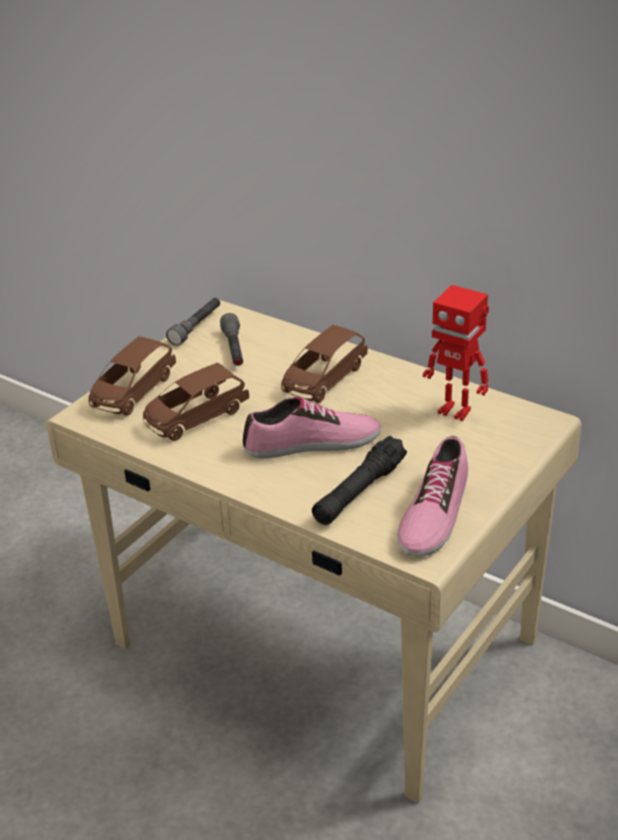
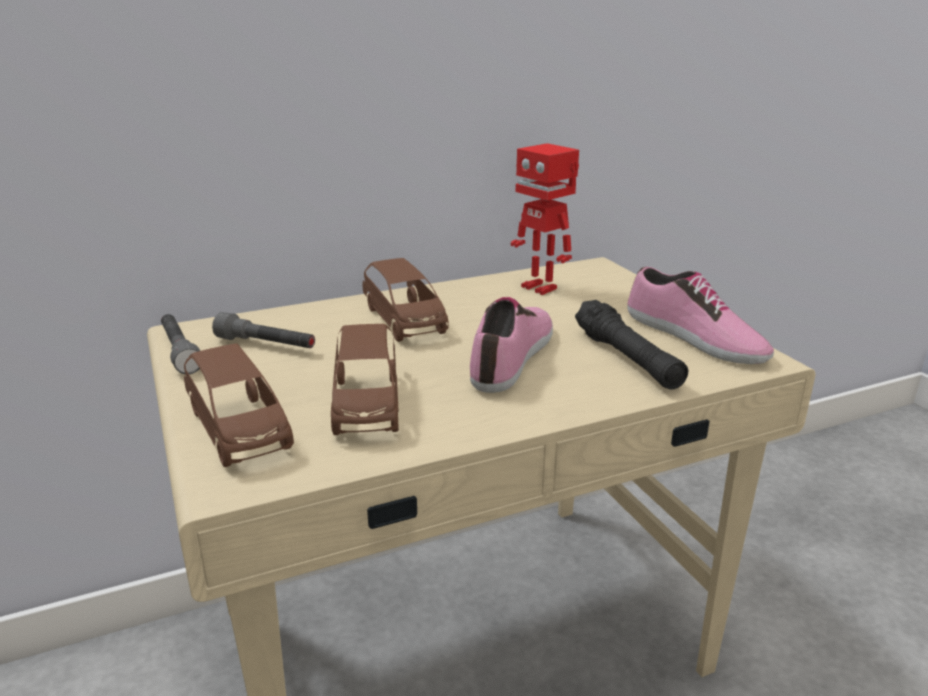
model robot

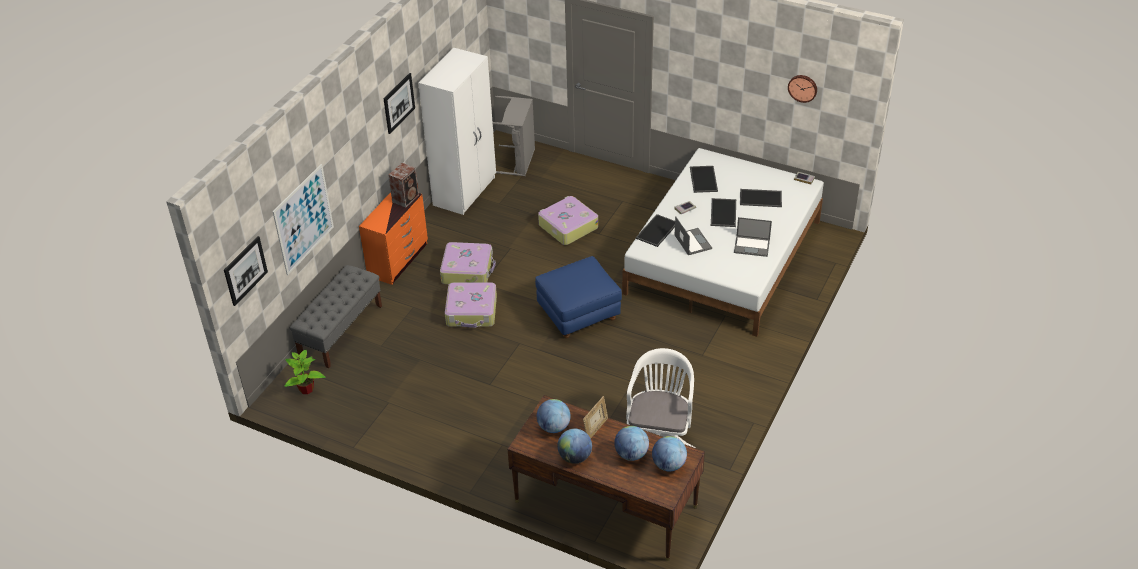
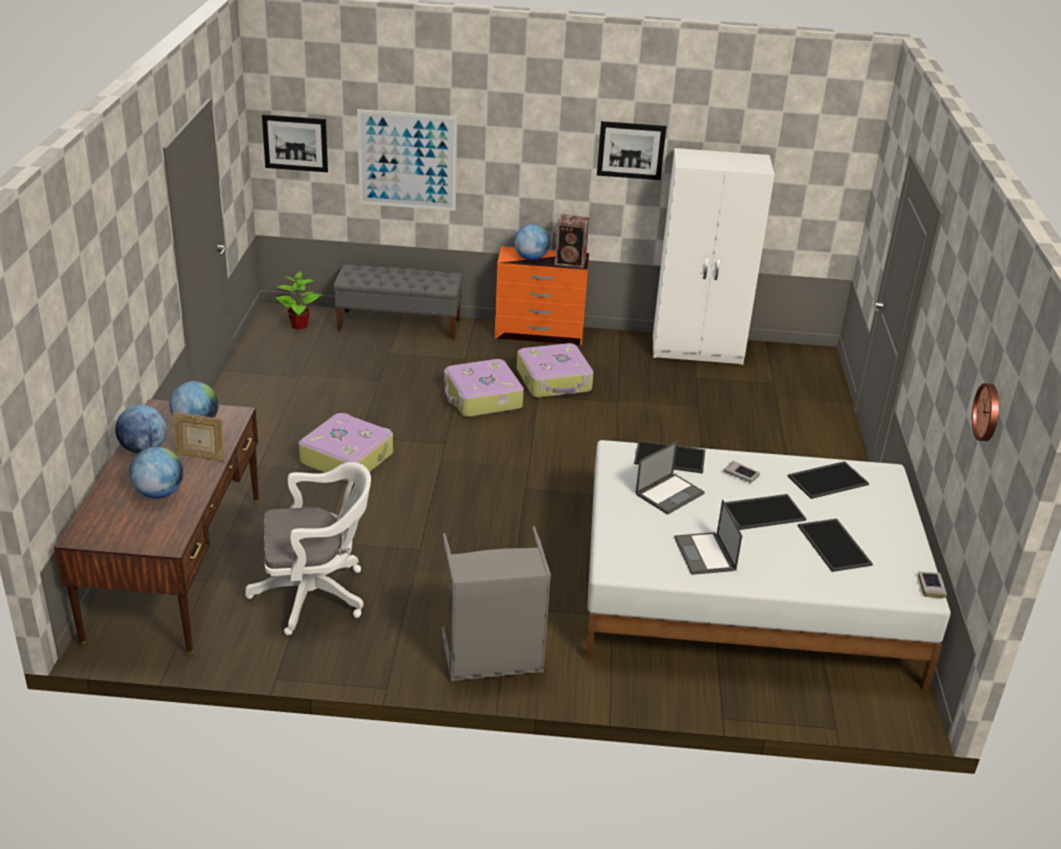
greyish washing basket; suitcase (no. 1 from left); bluish footrest; desk globe (no. 4 from left)

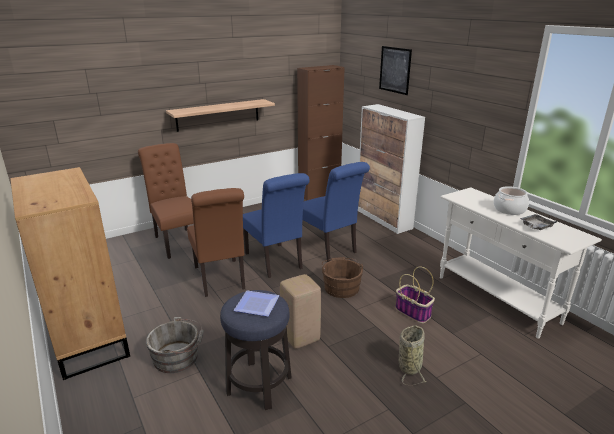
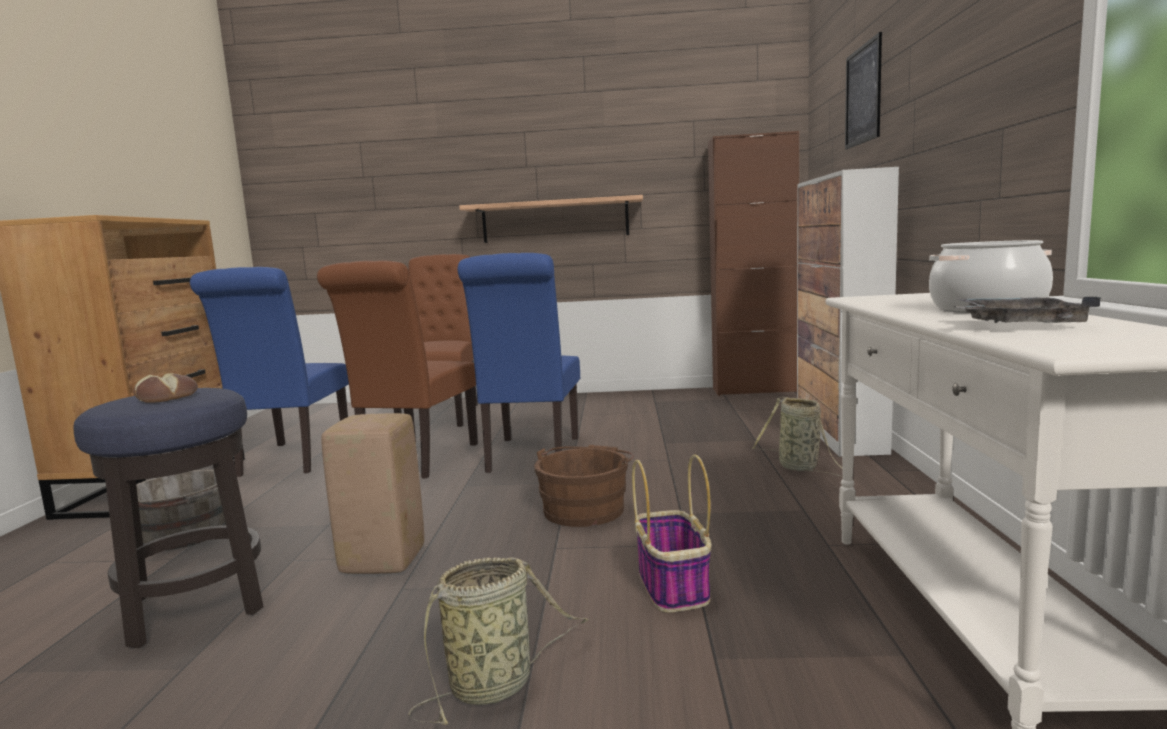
bluish chair (no. 1 from left); baked bread; storage basket (no. 3 from left)

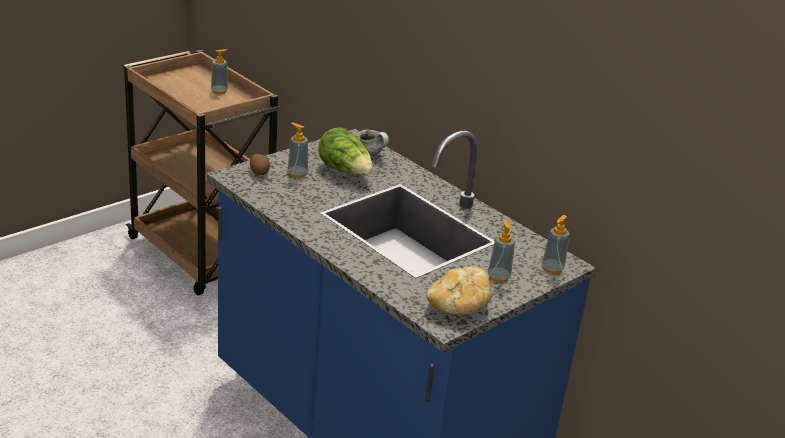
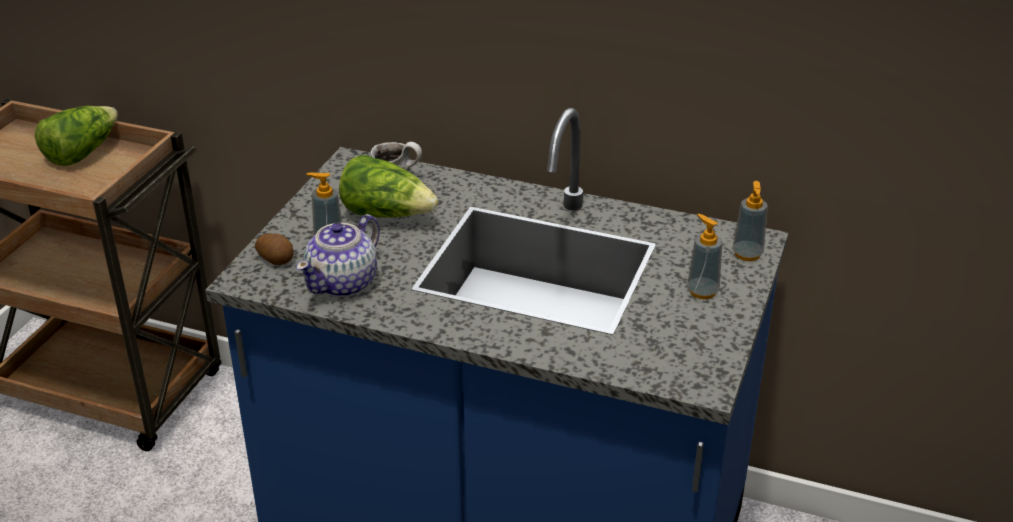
lettuce (no. 1 from left); baked bread; tea pot

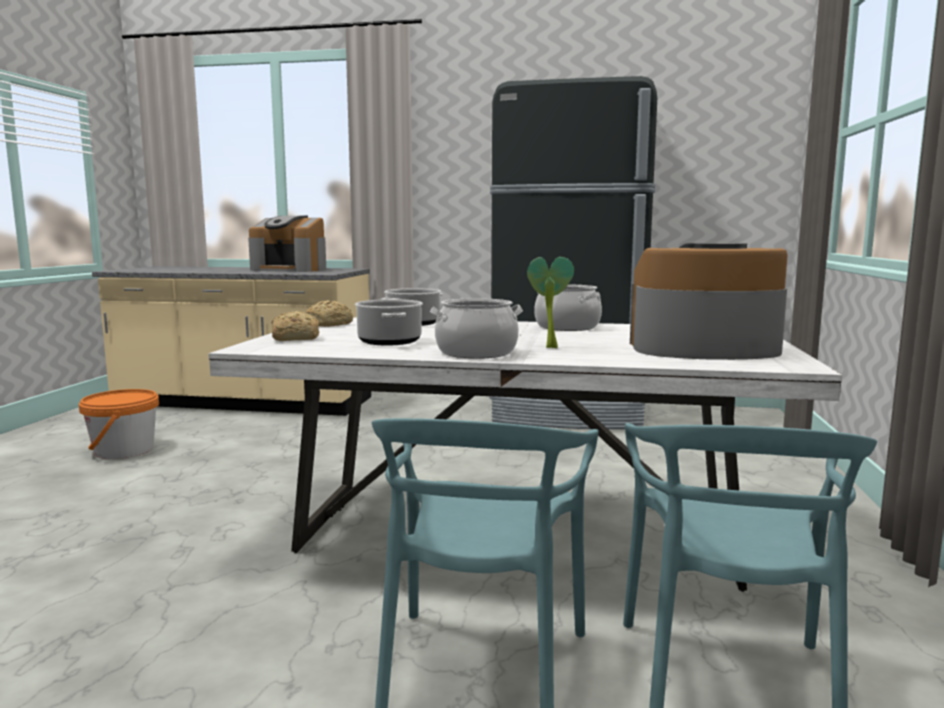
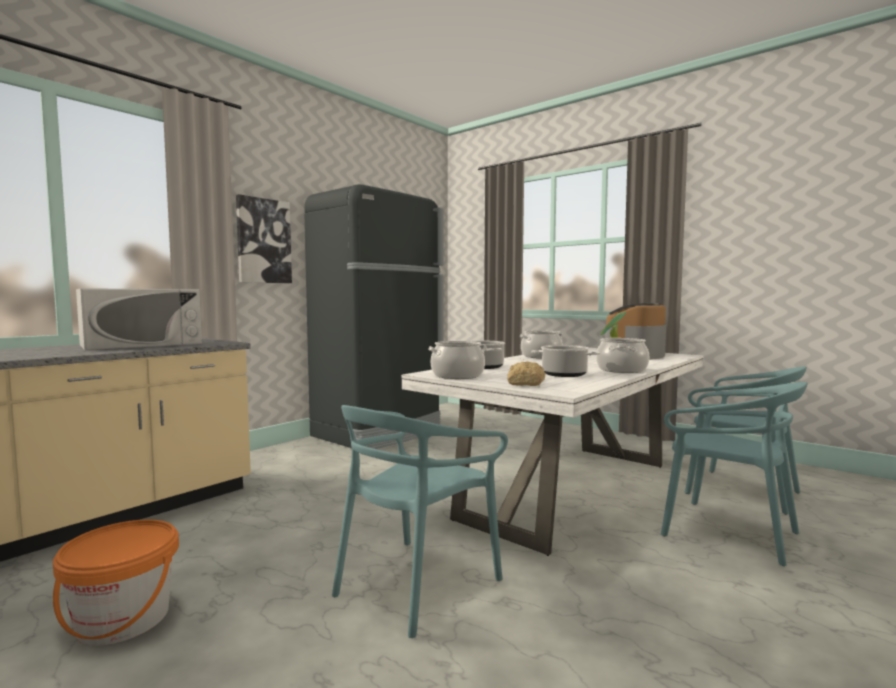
white-coloured kitchen microwave; stockpot (no. 1 from left); wall picture; turquoise chair (no. 1 from left)

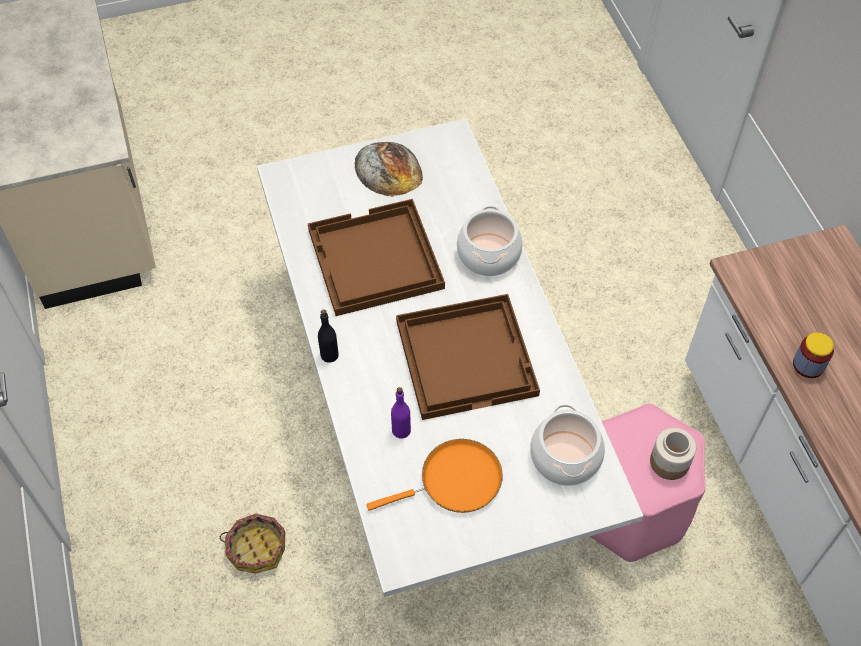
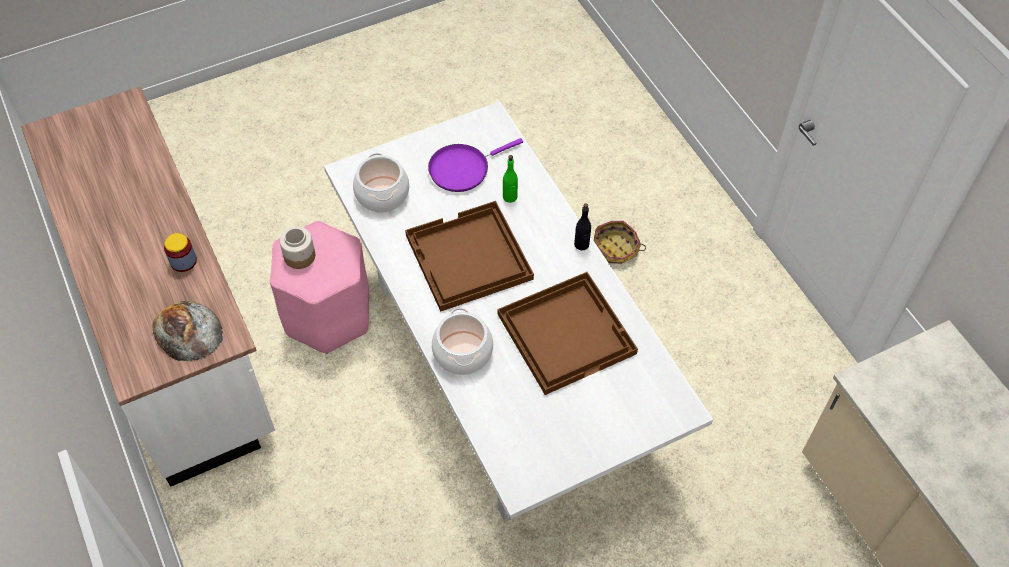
baked bread; green beverage bottle; purple-coloured frying pan

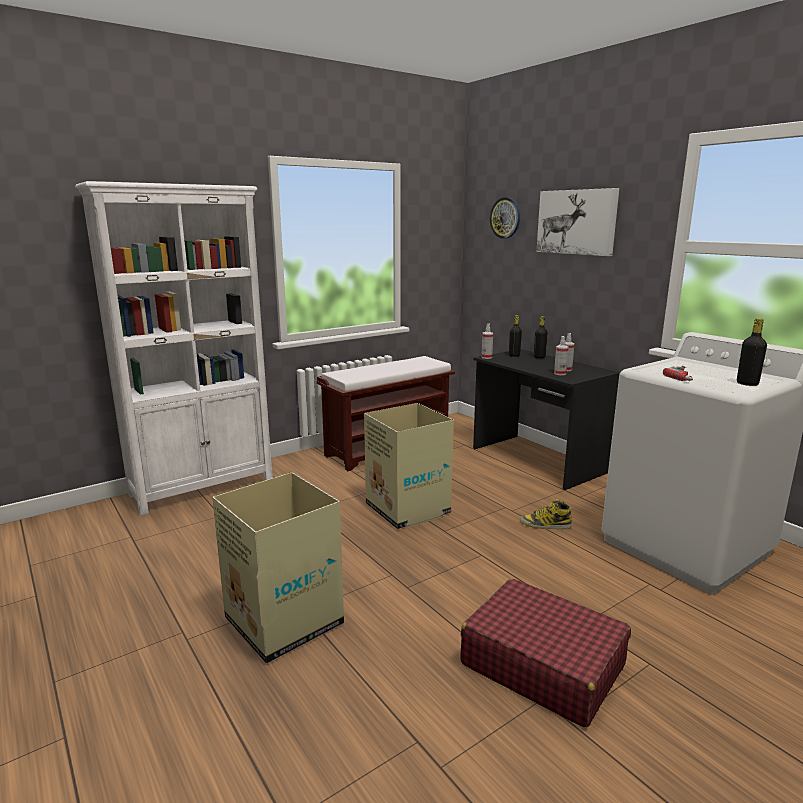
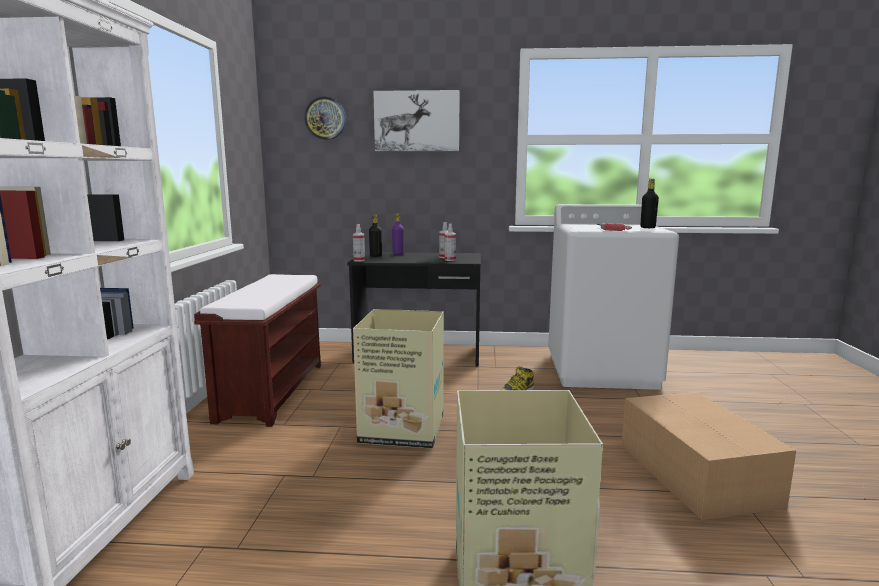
purple-coloured beverage bottle; packing box (no. 3 from left)

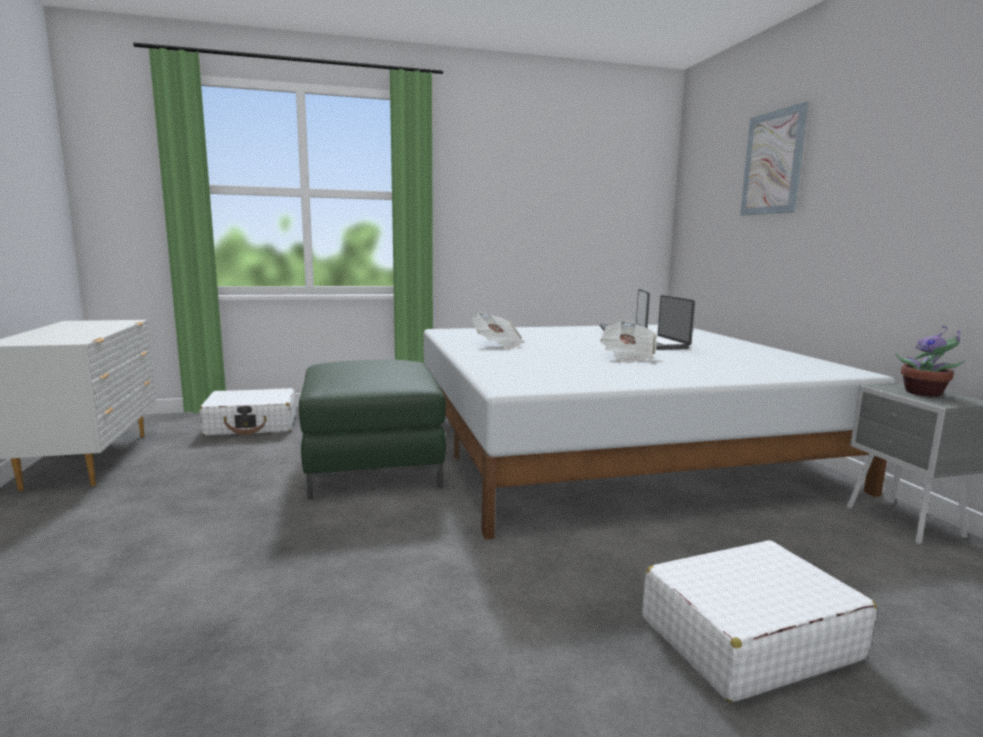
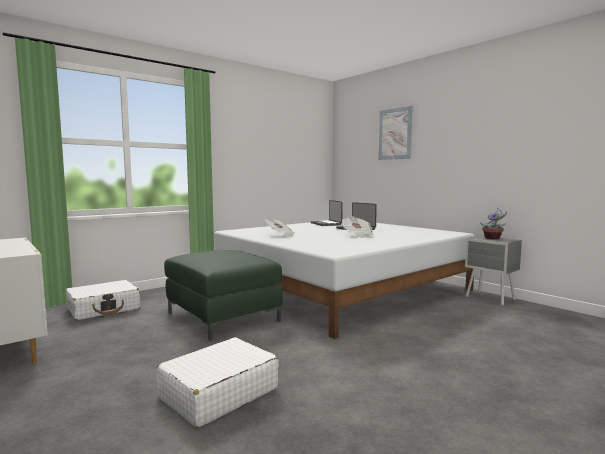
white-coloured suitcase (no. 2 from left)

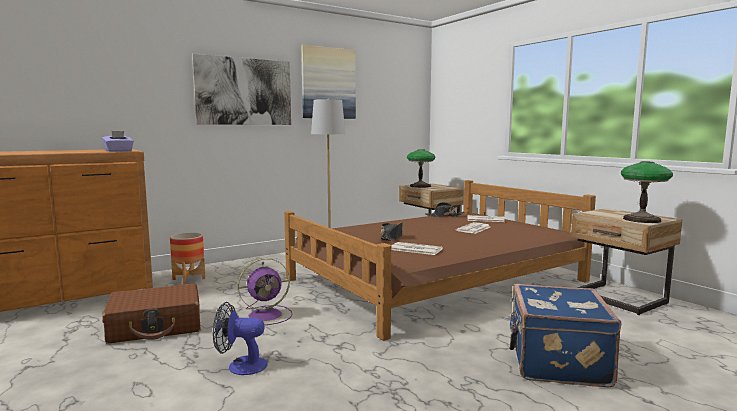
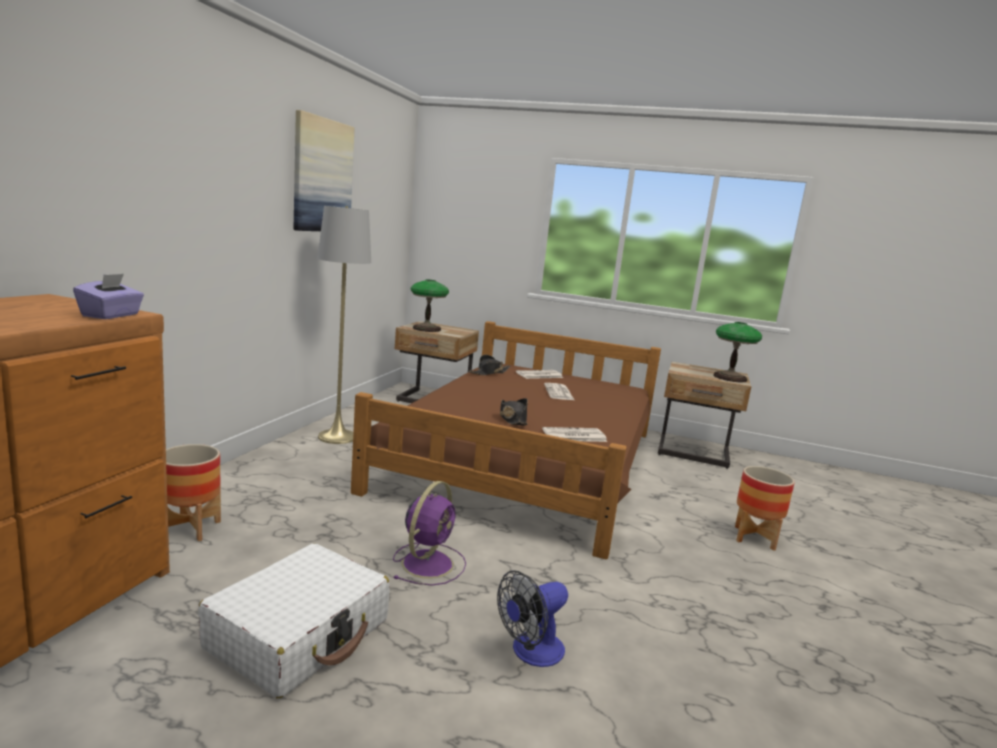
wall picture (no. 1 from left in the first image); white-coloured suitcase; plant pot (no. 2 from left)

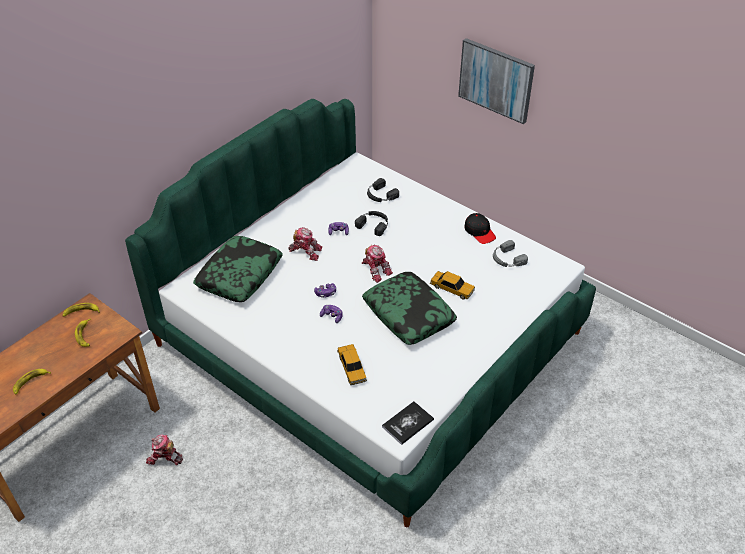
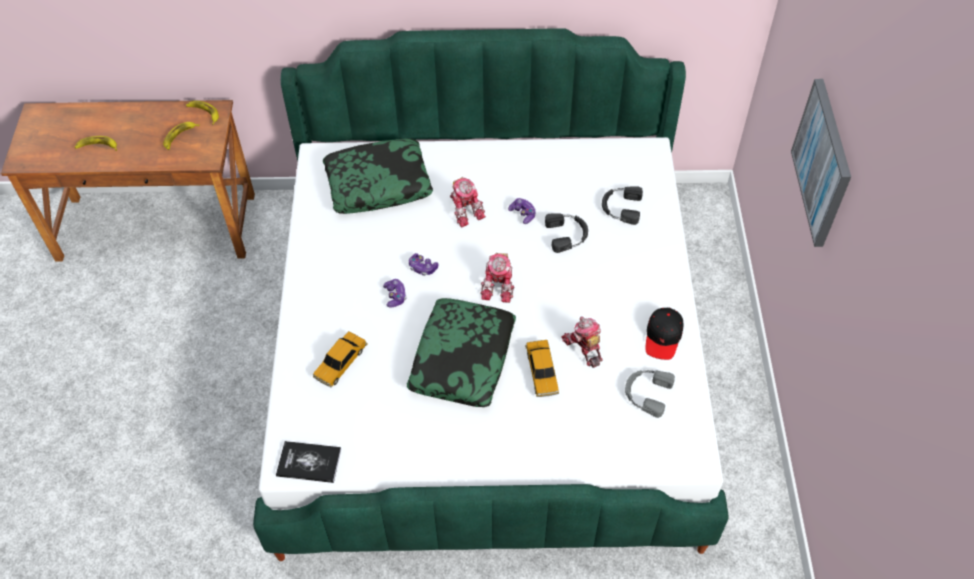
model robot (no. 3 from left)

